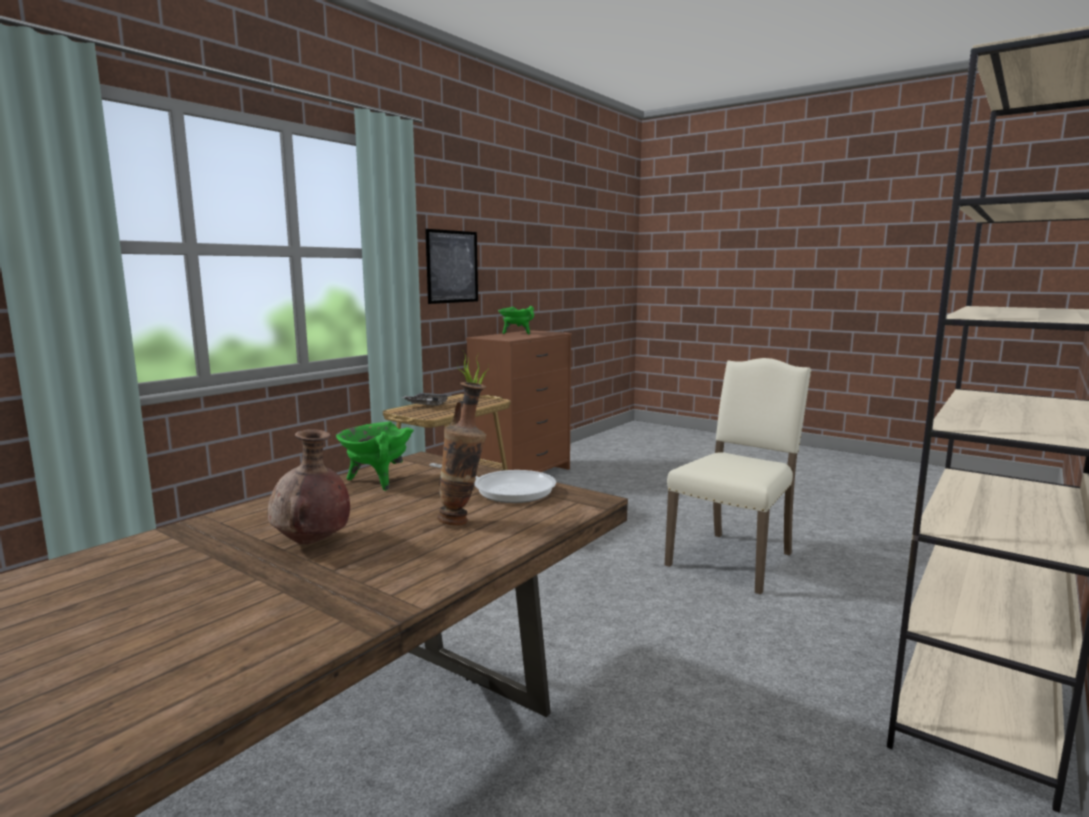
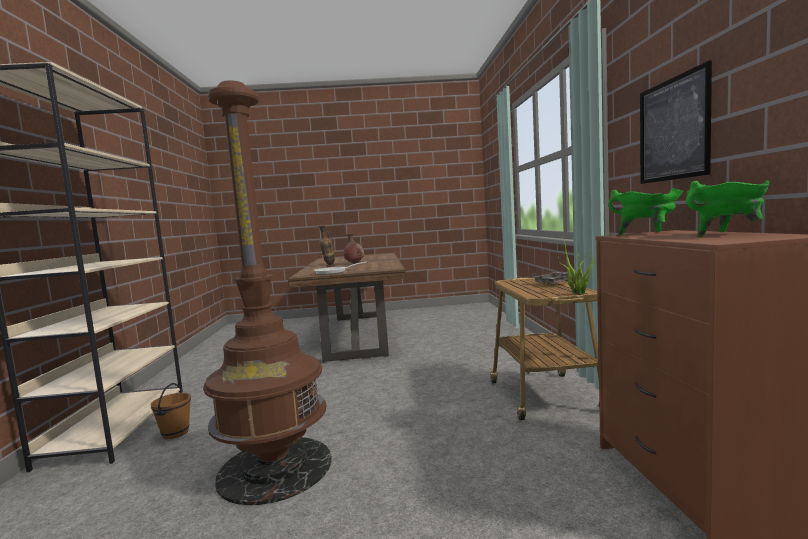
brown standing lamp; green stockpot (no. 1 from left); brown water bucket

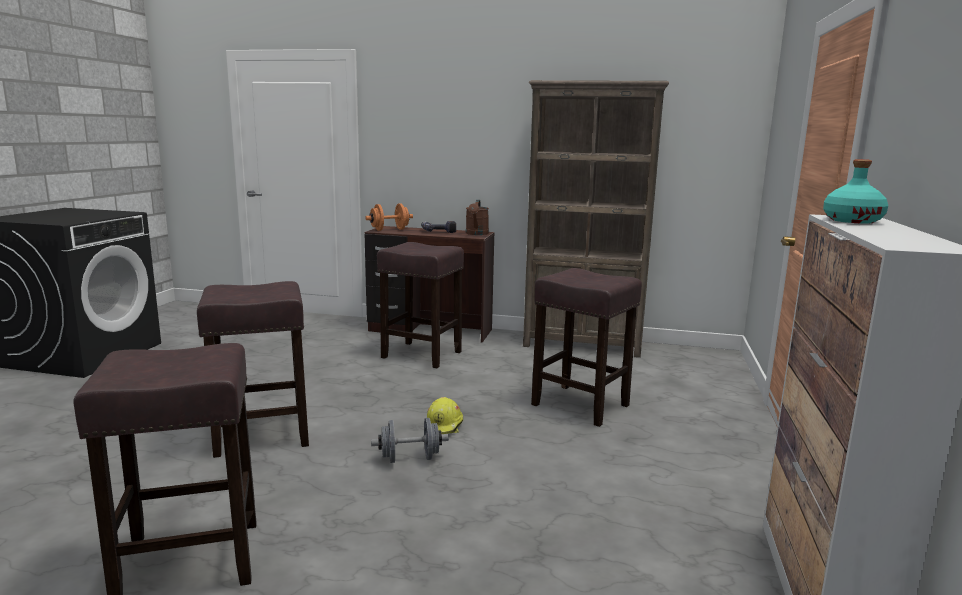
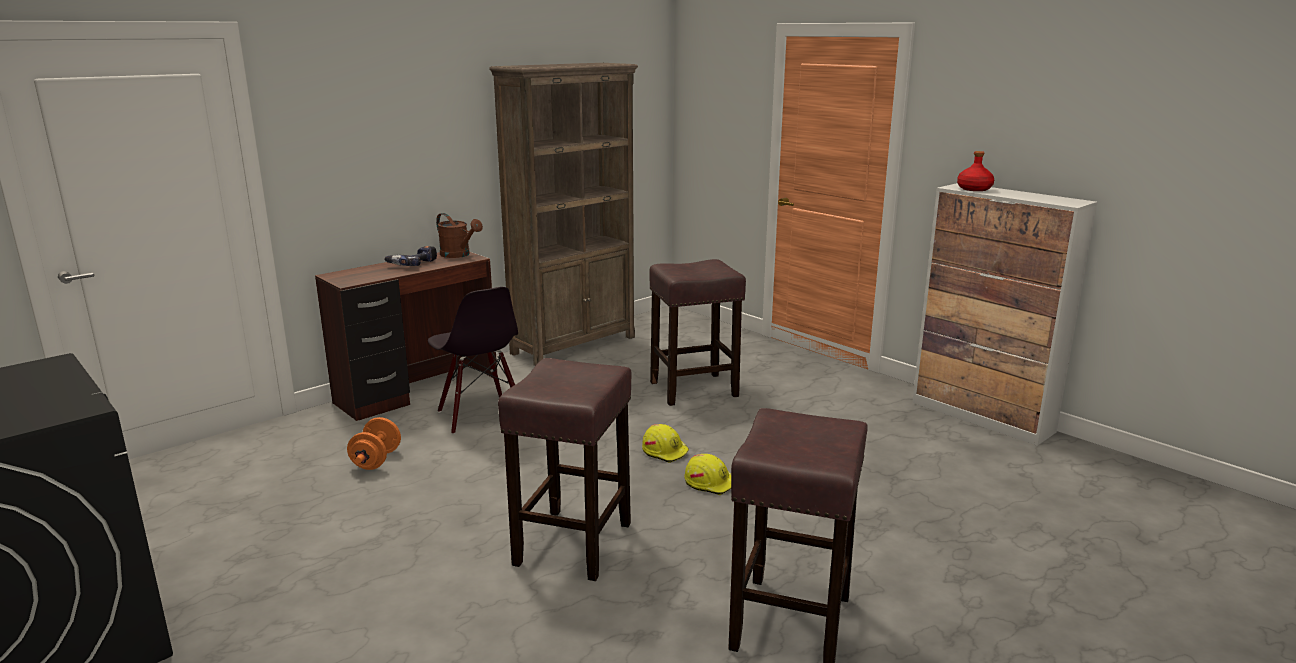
red beverage bottle; orangey hand weight; blackish chair; yellowish hard hat (no. 2 from left)

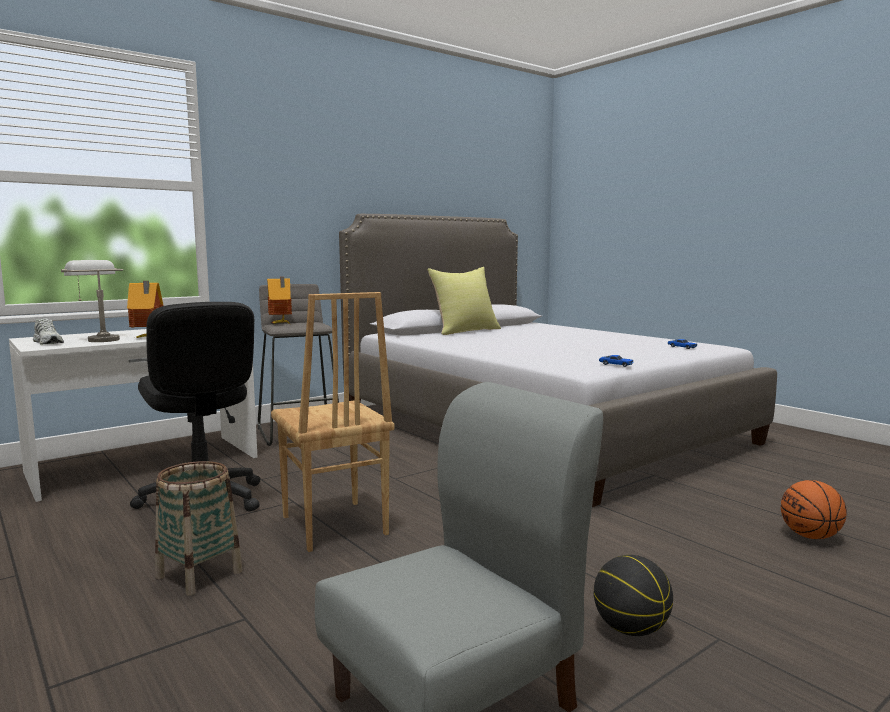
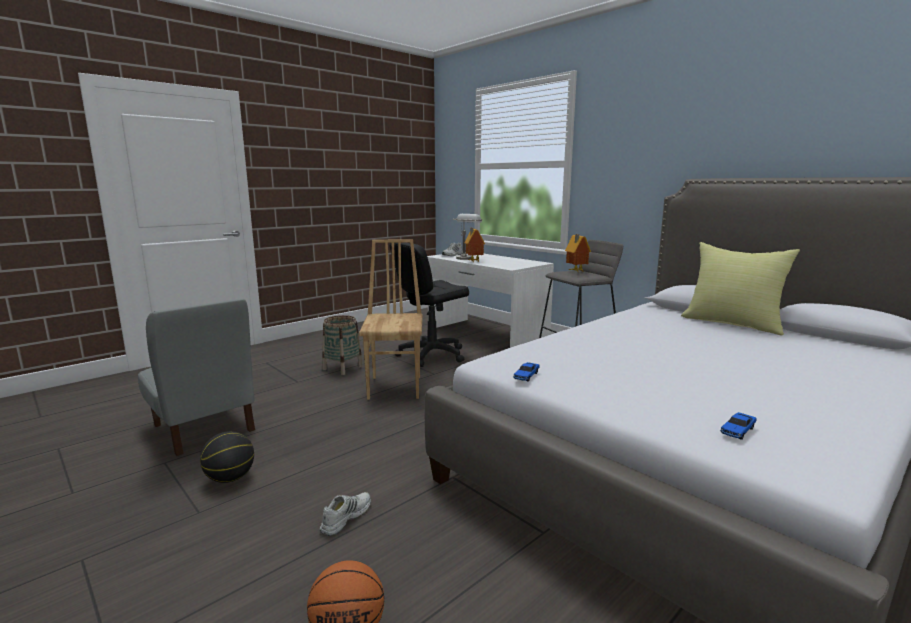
brown chair; white-coloured low shoe (no. 1 from left)

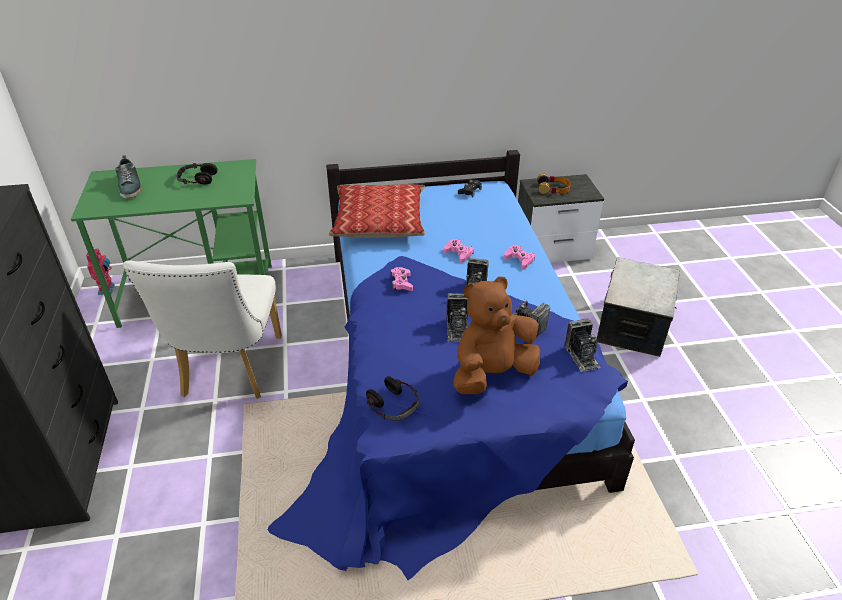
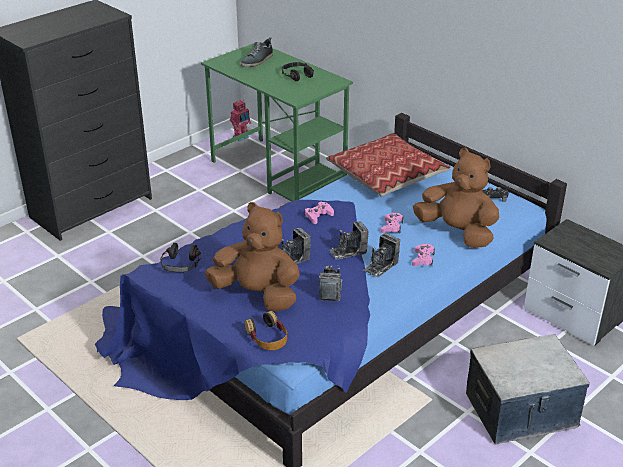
headphones (no. 2 from left); white-coloured chair; photo camera (no. 4 from left); brown plush toy (no. 2 from left)

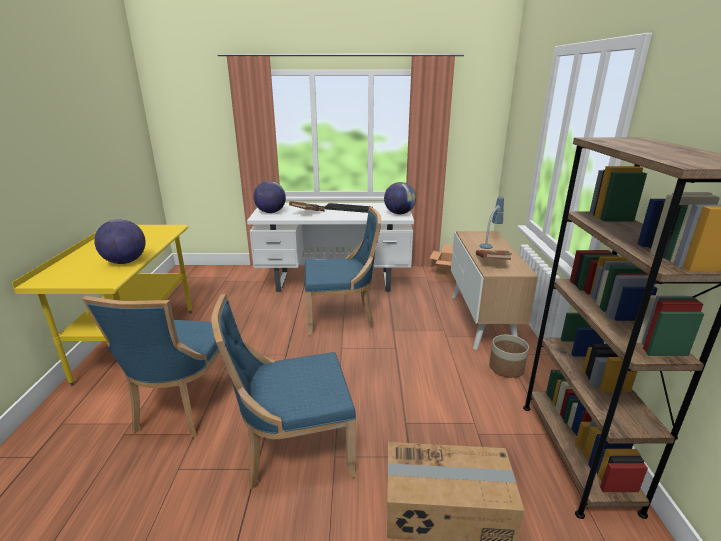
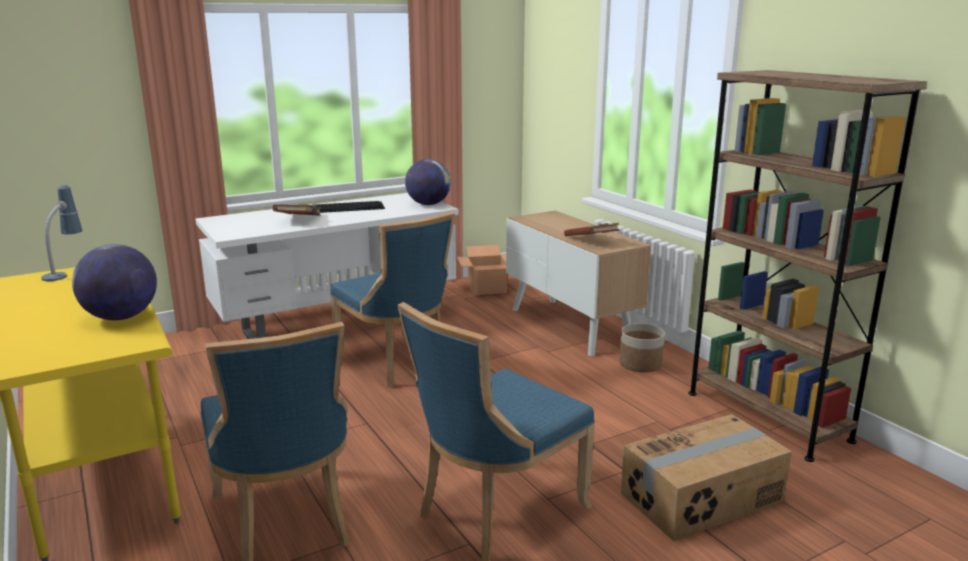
desk globe (no. 2 from left in the first image); table lamp; bluish chair (no. 2 from left)

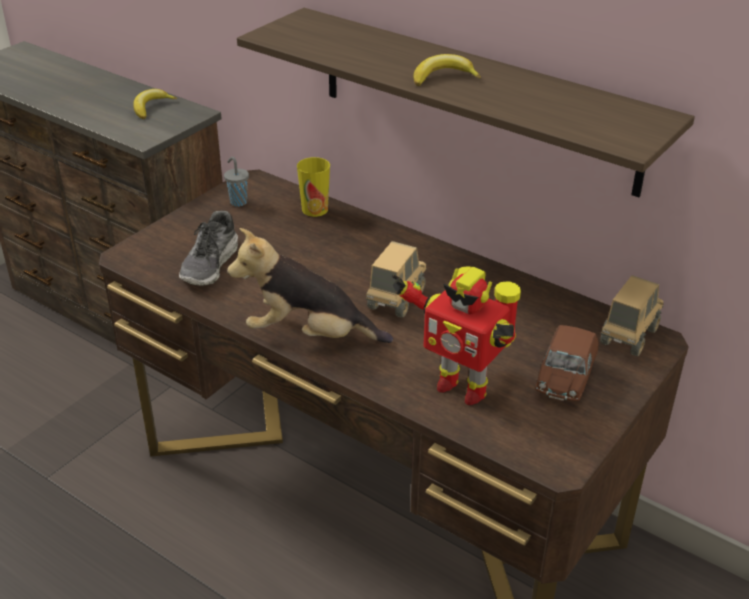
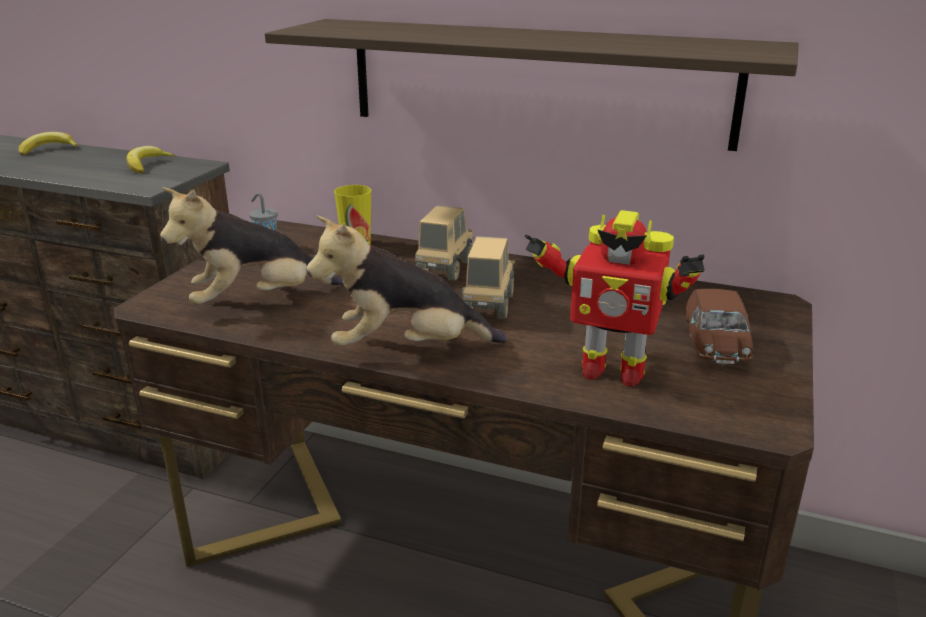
whole banana (no. 1 from left); plush toy (no. 1 from left); toy lorry (no. 1 from left)

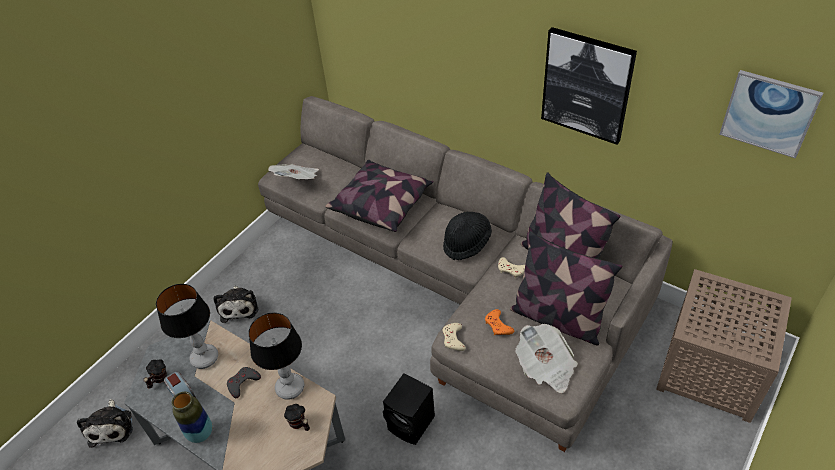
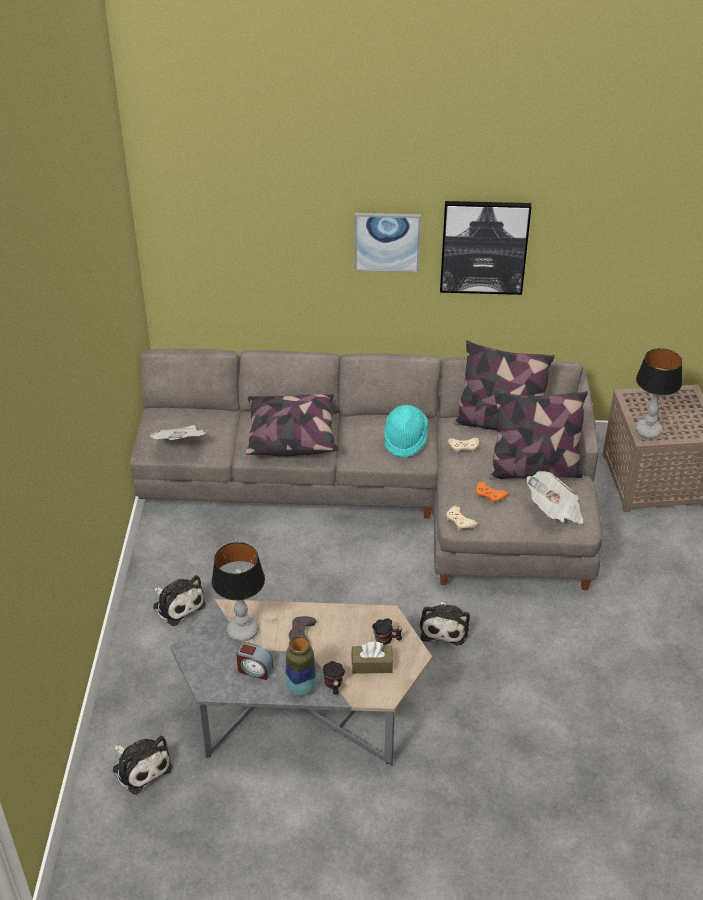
wall picture (no. 1 from left); turquoise hat; table lamp (no. 2 from left); tea mug (no. 1 from left); plush toy (no. 3 from left); brown tissue holder

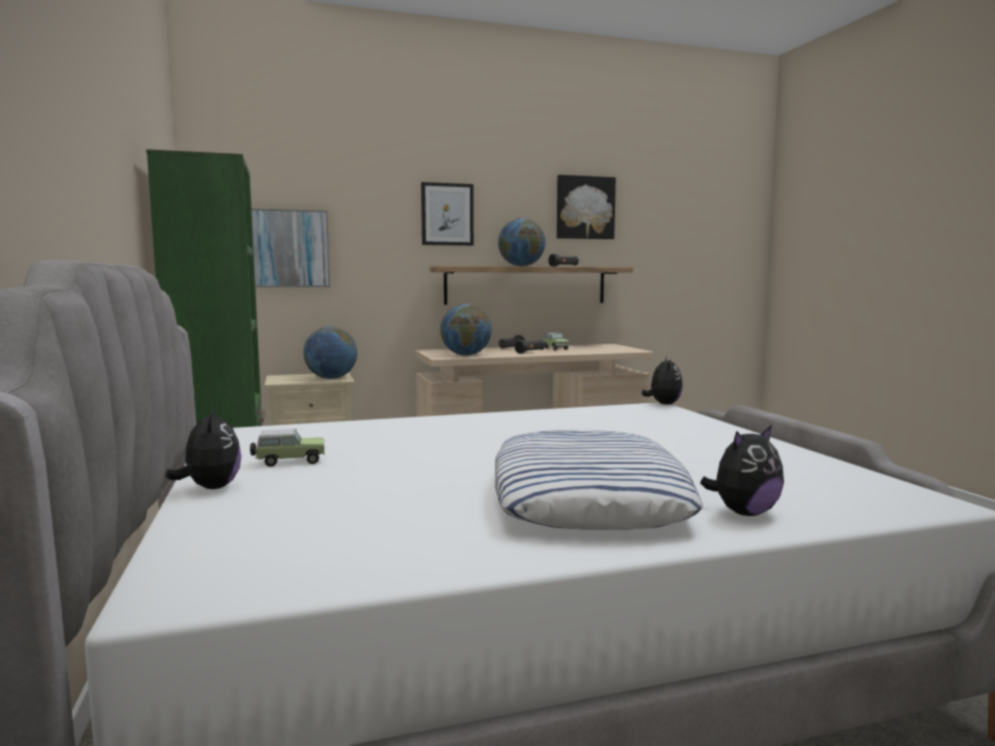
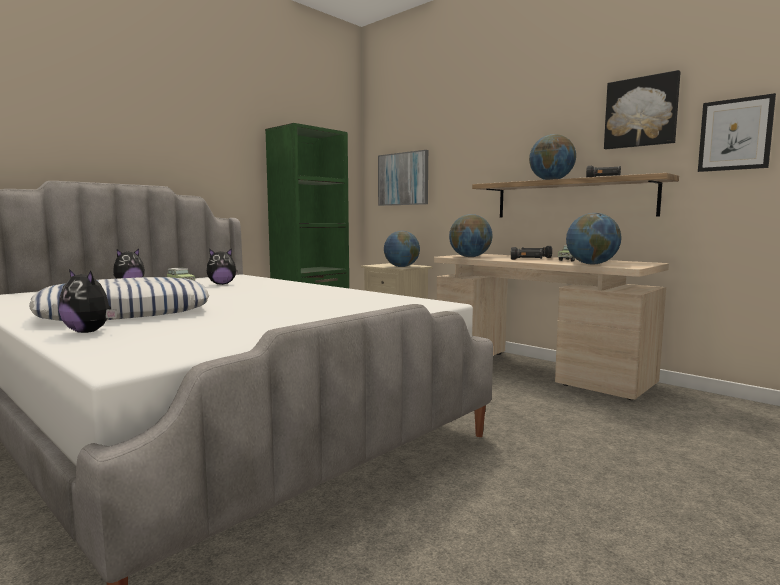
wall picture (no. 3 from left); plush toy (no. 3 from left); desk globe (no. 4 from left)

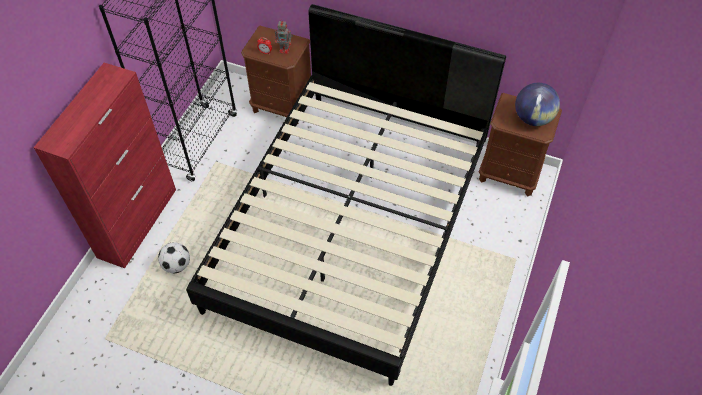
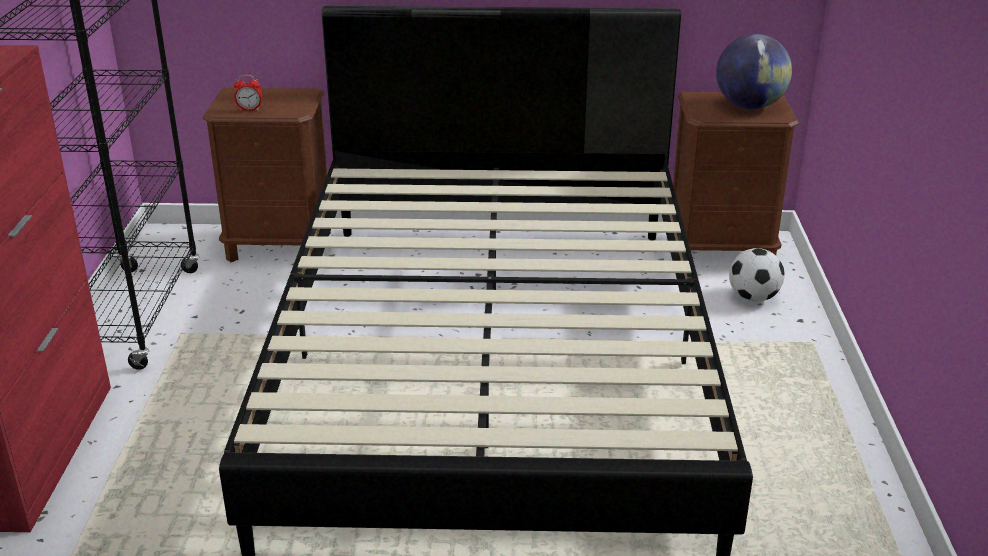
model robot; football ball

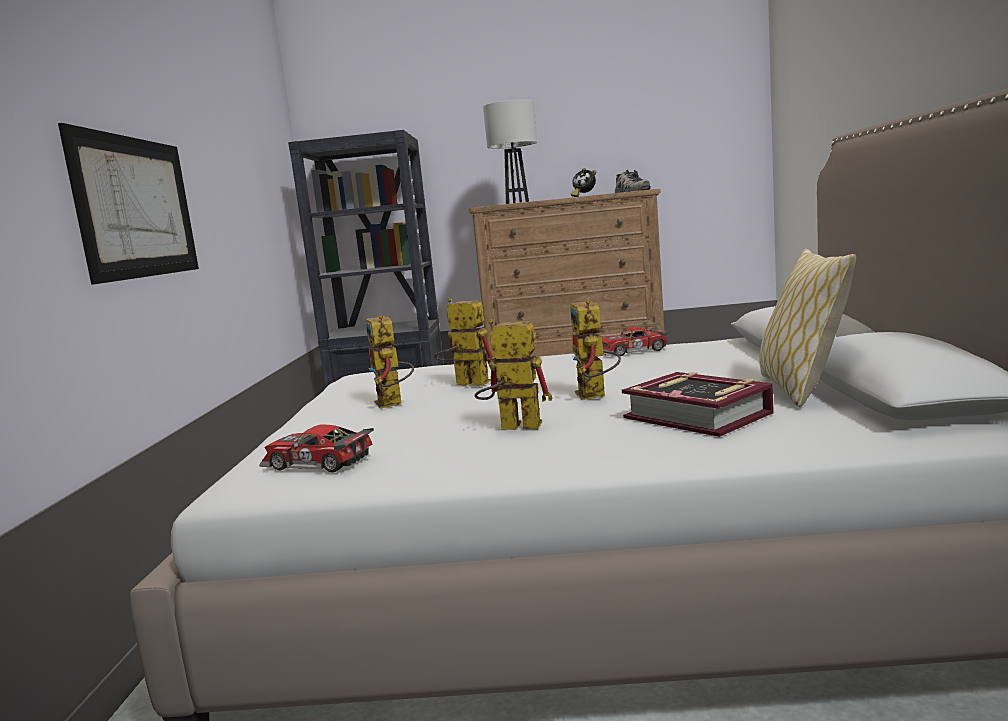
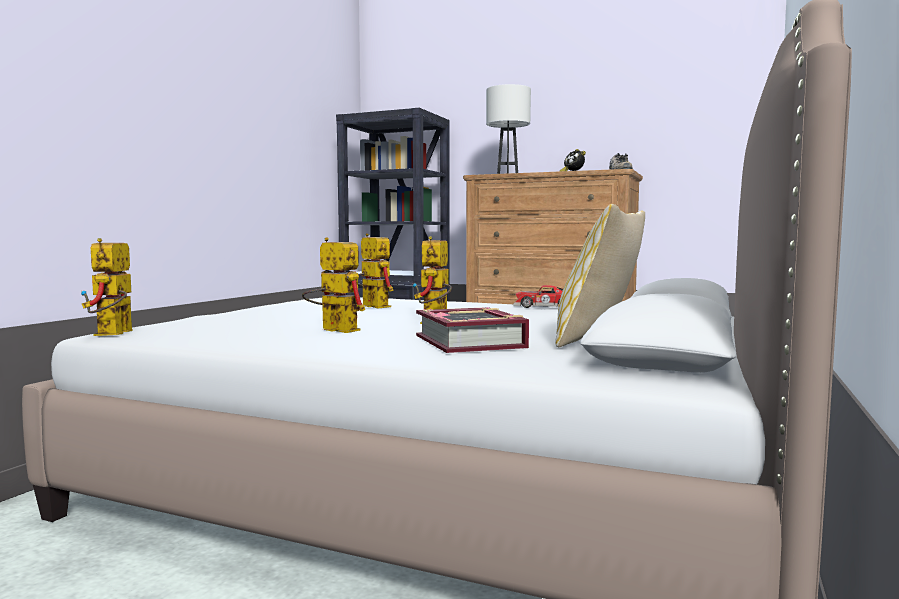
wall picture; model robot (no. 1 from left); miniature car (no. 1 from left in the first image)

